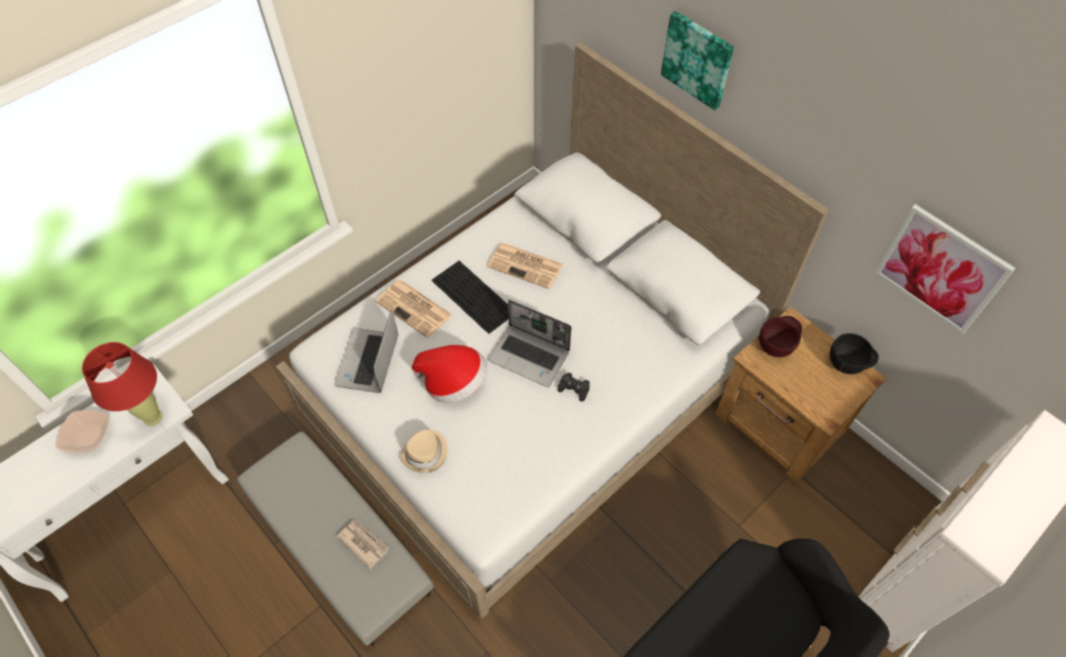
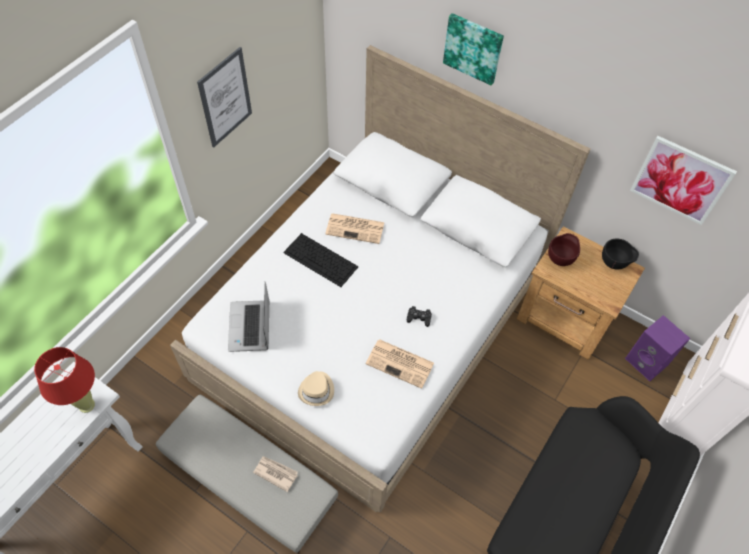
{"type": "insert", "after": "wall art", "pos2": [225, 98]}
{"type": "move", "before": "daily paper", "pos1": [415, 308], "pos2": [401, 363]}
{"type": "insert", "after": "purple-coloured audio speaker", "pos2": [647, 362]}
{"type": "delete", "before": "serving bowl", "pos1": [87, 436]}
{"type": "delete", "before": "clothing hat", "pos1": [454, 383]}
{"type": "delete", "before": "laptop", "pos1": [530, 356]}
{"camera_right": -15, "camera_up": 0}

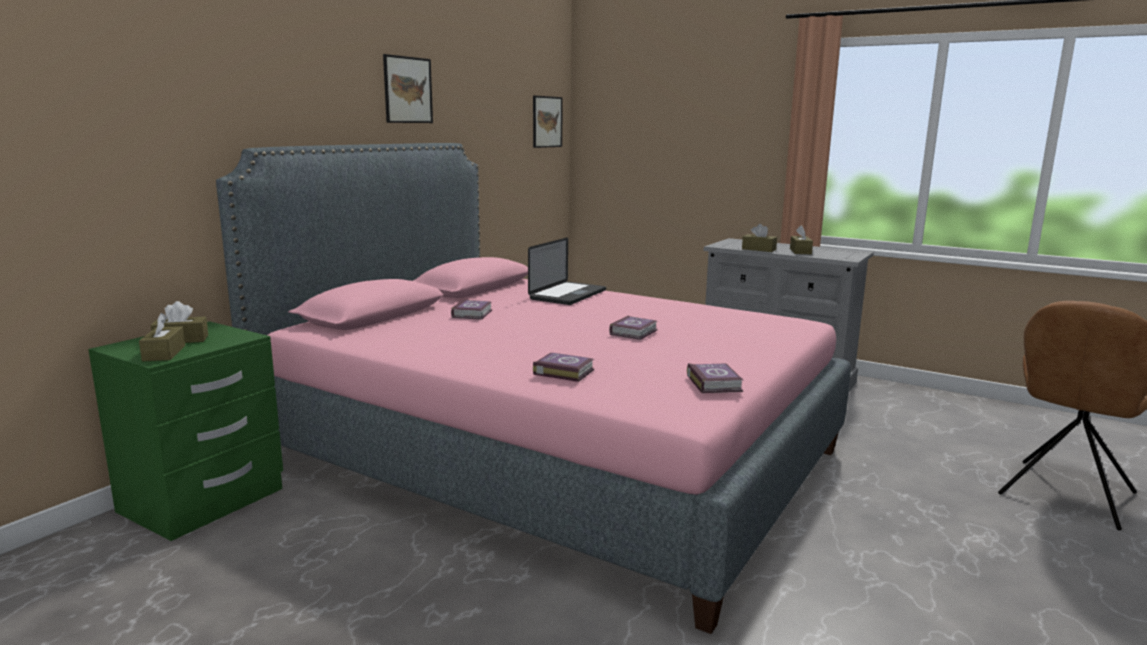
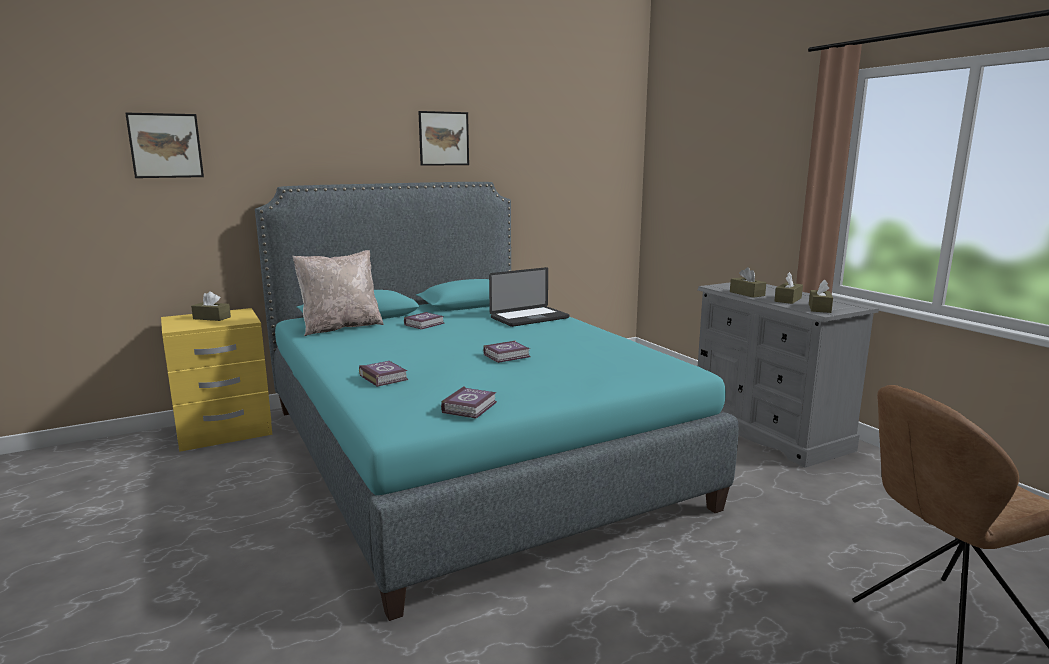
{"type": "move", "before": "wall art", "pos1": [547, 122], "pos2": [165, 145]}
{"type": "recolor", "before": "green-coloured nightstand", "after": "yellow-coloured nightstand", "pos1": [203, 501], "pos2": [224, 432]}
{"type": "recolor", "before": "pink-coloured bedroom bed", "after": "turquoise-coloured bedroom bed", "pos1": [549, 456], "pos2": [466, 453]}
{"type": "insert", "after": "sand-coloured cushion", "pos2": [341, 327]}
{"type": "move", "before": "brown tissue holder", "pos1": [164, 353], "pos2": [819, 308]}
{"camera_right": 30, "camera_up": 0}

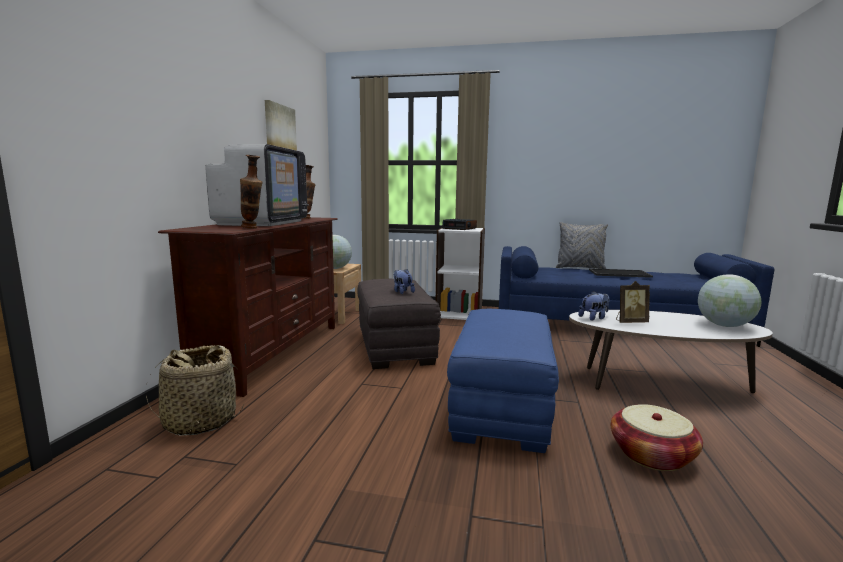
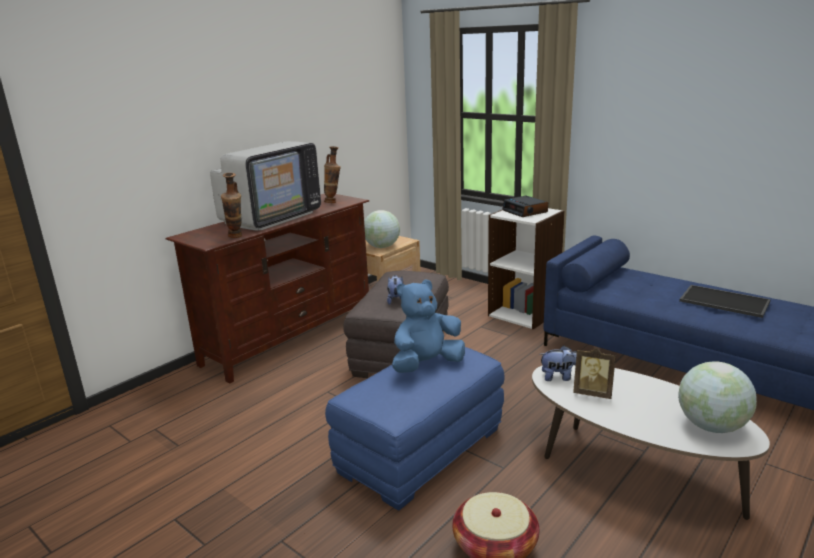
{"type": "insert", "after": "blue soft toy", "pos2": [426, 365]}
{"type": "delete", "before": "storage basket", "pos1": [200, 421]}
{"type": "delete", "before": "wall art", "pos1": [279, 132]}
{"type": "delete", "before": "gray cushion", "pos1": [580, 268]}
{"camera_right": 30, "camera_up": 10}

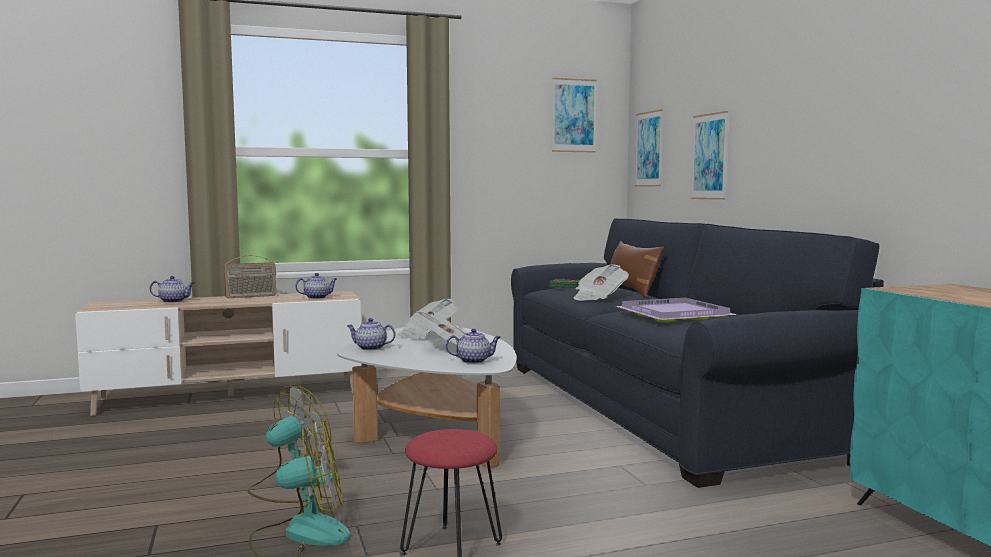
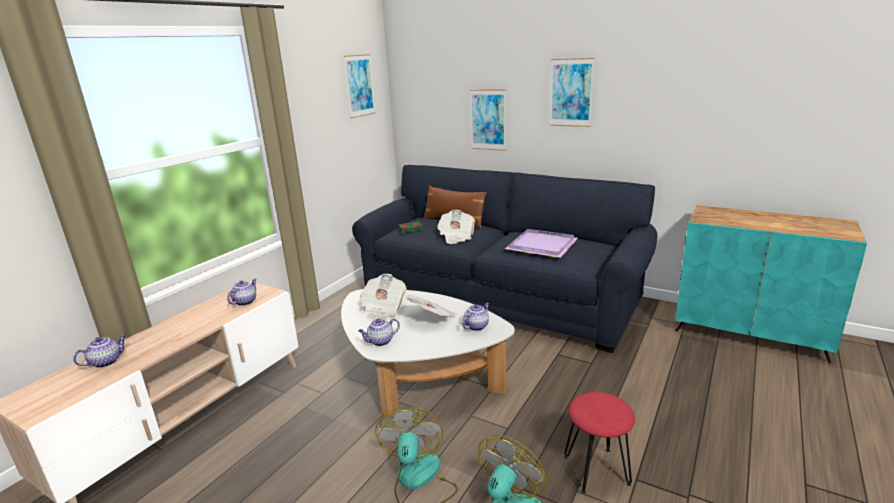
{"type": "move", "before": "wall art", "pos1": [649, 149], "pos2": [571, 92]}
{"type": "delete", "before": "radio set", "pos1": [251, 296]}
{"camera_right": -40, "camera_up": 15}

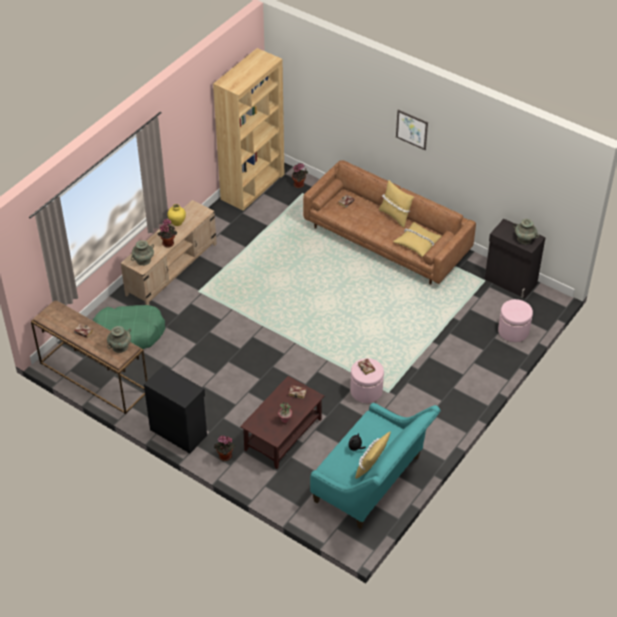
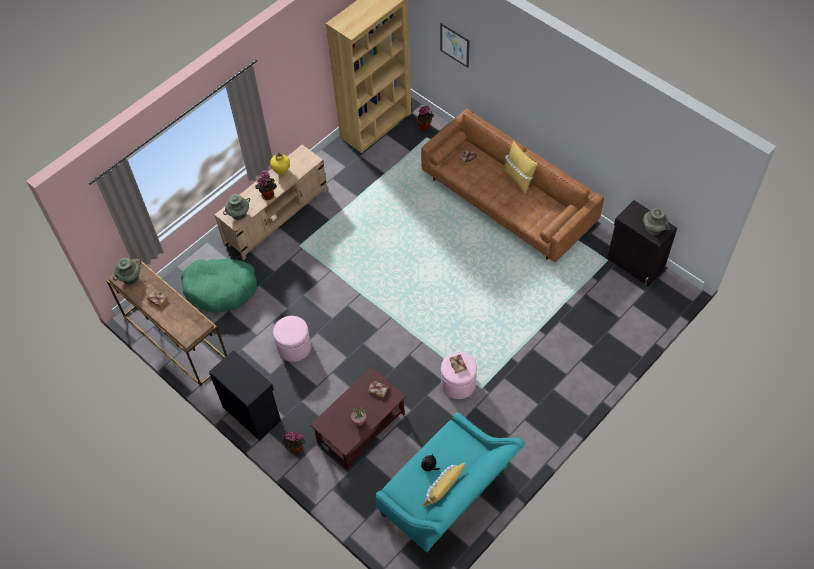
{"type": "move", "before": "turquoise-coloured vase", "pos1": [120, 346], "pos2": [130, 277]}
{"type": "move", "before": "pink-coloured ottoman", "pos1": [513, 331], "pos2": [294, 347]}
{"type": "move", "before": "wall art", "pos1": [411, 129], "pos2": [454, 45]}
{"type": "delete", "before": "yellow-coloured cushion", "pos1": [418, 243]}
{"camera_right": 10, "camera_up": 10}

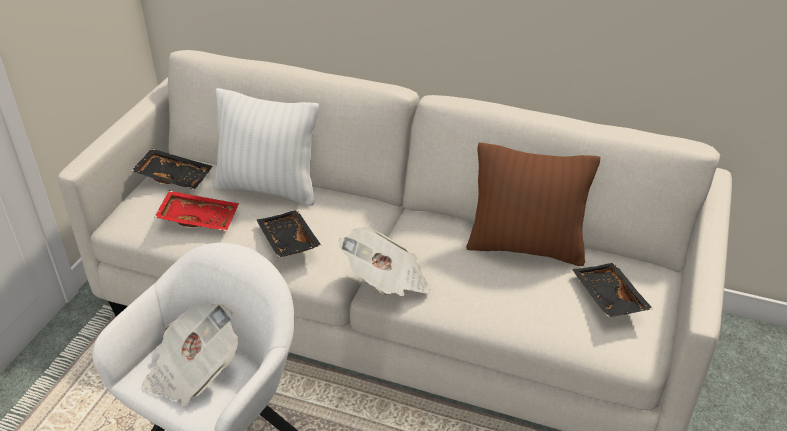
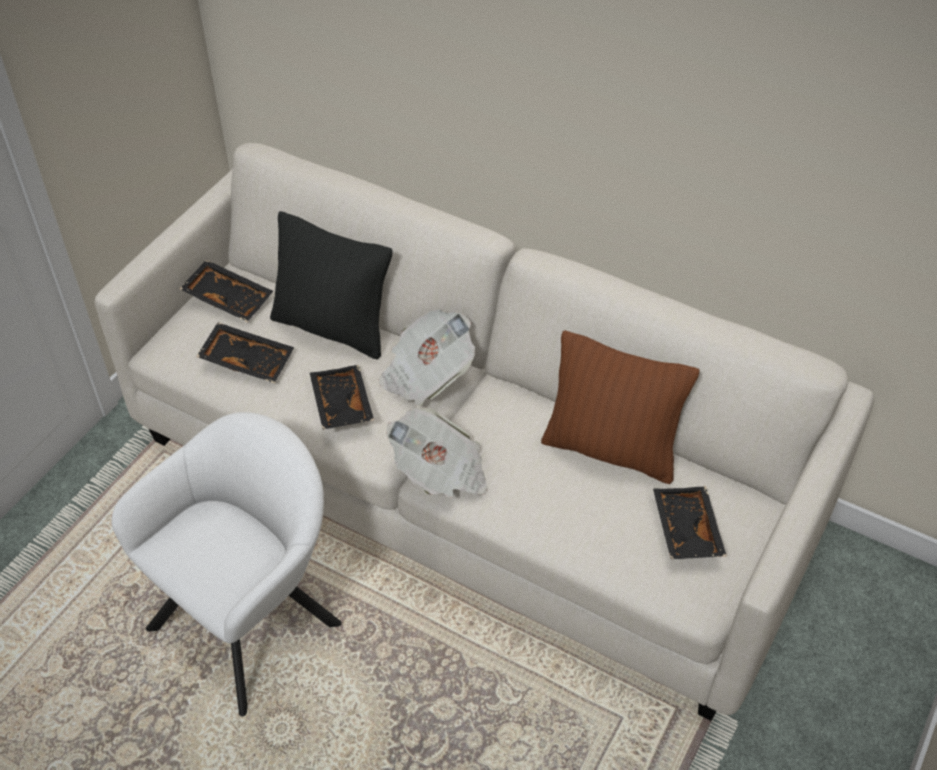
{"type": "recolor", "before": "red-coloured serving tray", "after": "blackish serving tray", "pos1": [199, 218], "pos2": [248, 359]}
{"type": "recolor", "before": "whitish cushion", "after": "blackish cushion", "pos1": [268, 188], "pos2": [333, 328]}
{"type": "move", "before": "daily paper", "pos1": [193, 370], "pos2": [426, 374]}
{"camera_right": 10, "camera_up": 10}

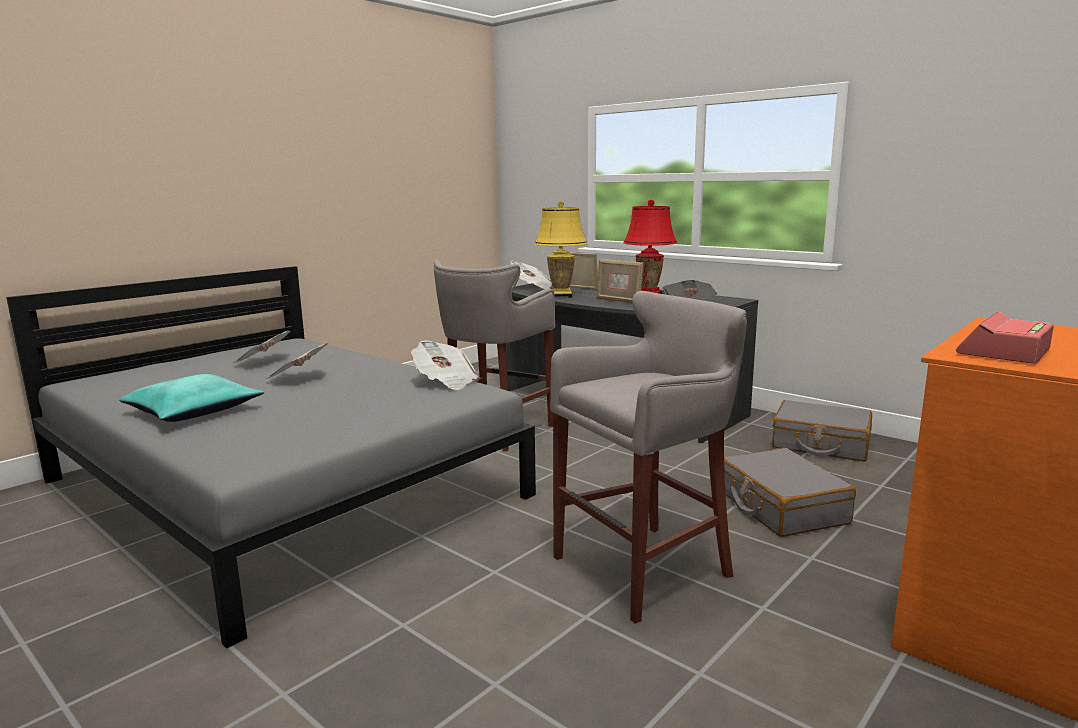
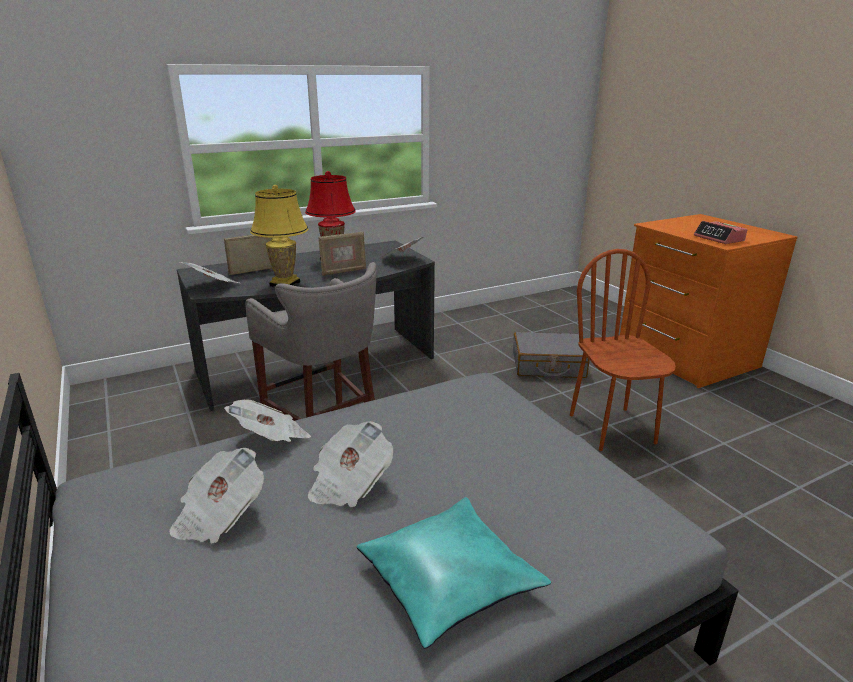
{"type": "move", "before": "daily paper", "pos1": [445, 382], "pos2": [271, 438]}
{"type": "replace", "before": "gray stool", "after": "brown upright chair", "pos1": [646, 567], "pos2": [612, 428]}
{"type": "delete", "before": "gray suitcase", "pos1": [820, 444]}
{"camera_right": -70, "camera_up": 10}

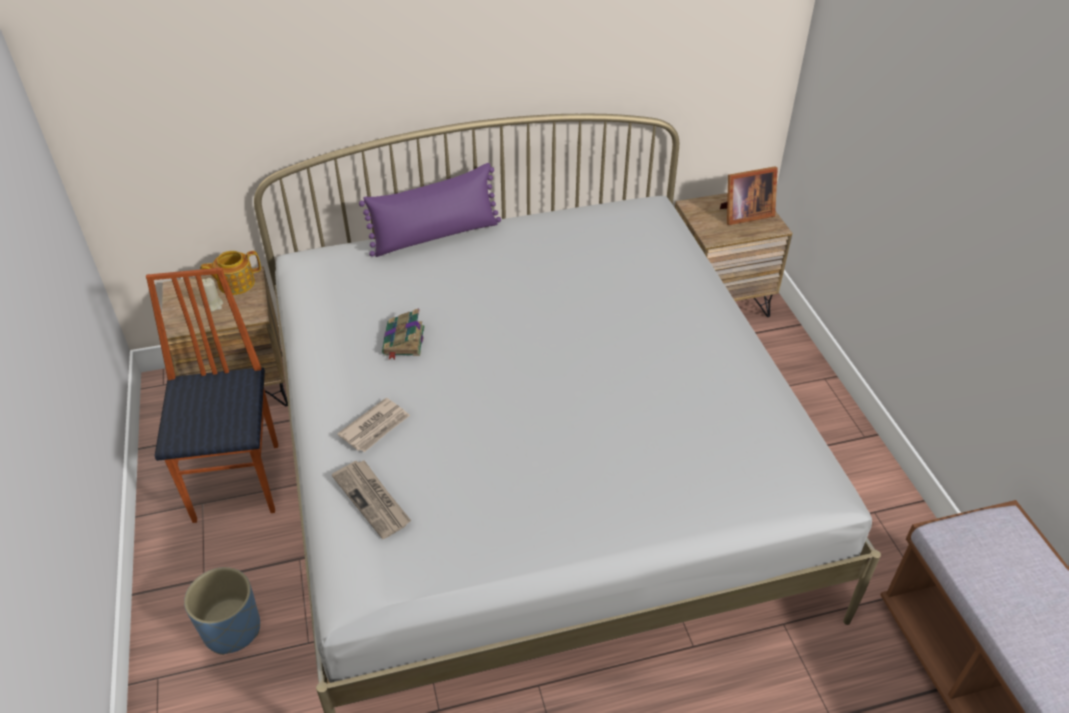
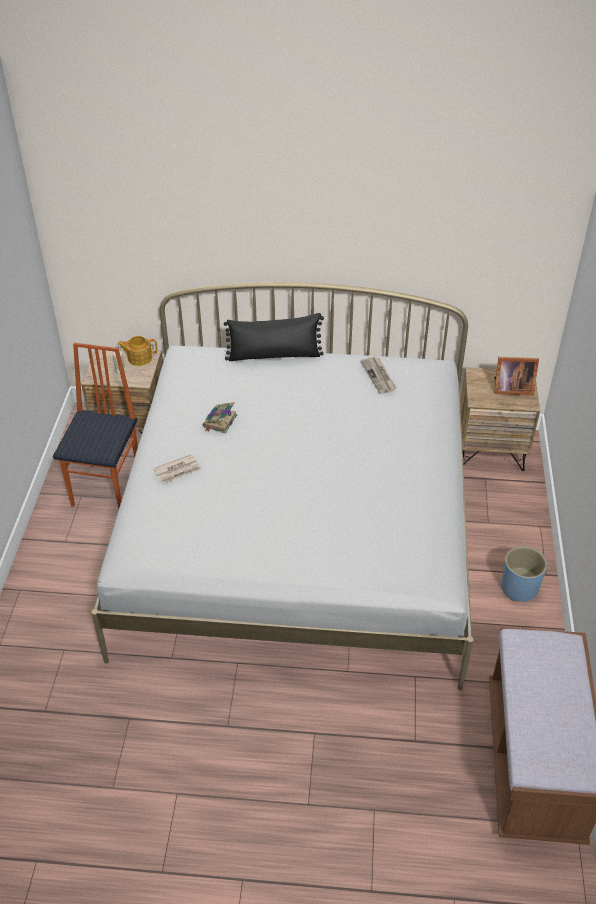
{"type": "recolor", "before": "purple-coloured cushion", "after": "blackish cushion", "pos1": [435, 236], "pos2": [274, 355]}
{"type": "move", "before": "daily paper", "pos1": [373, 500], "pos2": [379, 376]}
{"type": "move", "before": "blue plant pot", "pos1": [231, 630], "pos2": [519, 588]}
{"camera_right": 20, "camera_up": 0}

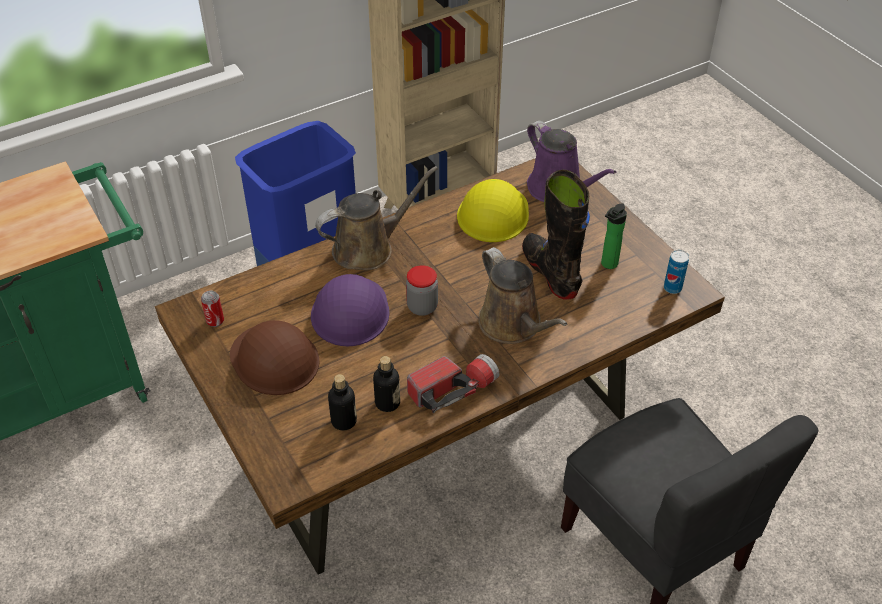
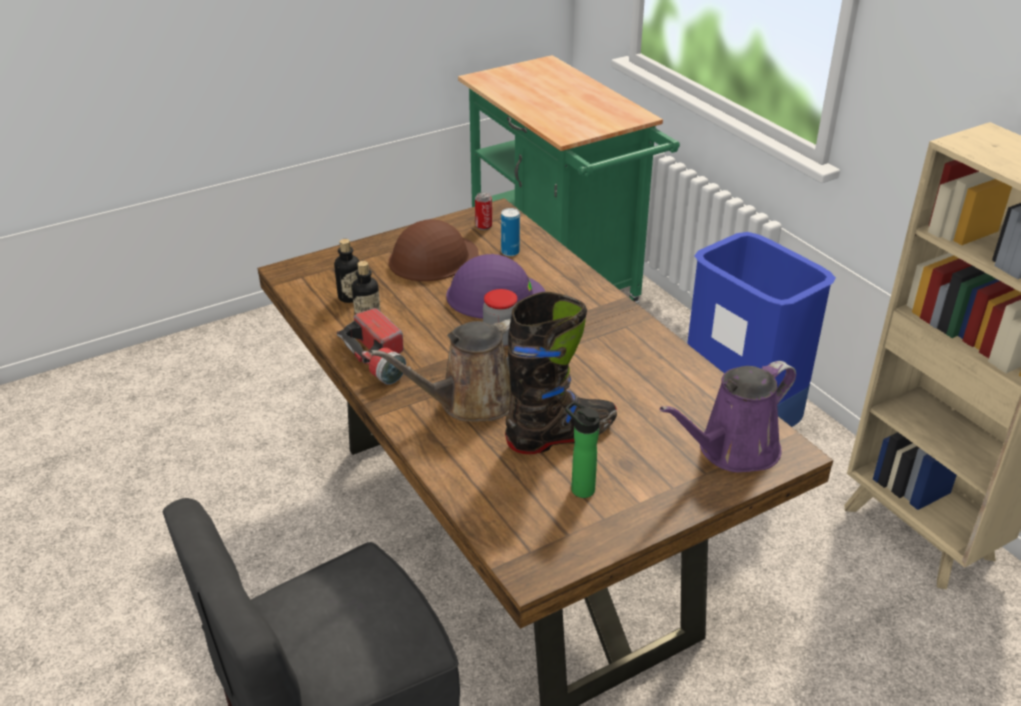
{"type": "move", "before": "metal can", "pos1": [672, 288], "pos2": [510, 252]}
{"type": "delete", "before": "brown watering pot", "pos1": [368, 248]}
{"type": "delete", "before": "yellow-coloured work helmet", "pos1": [493, 213]}
{"camera_right": 90, "camera_up": -10}

